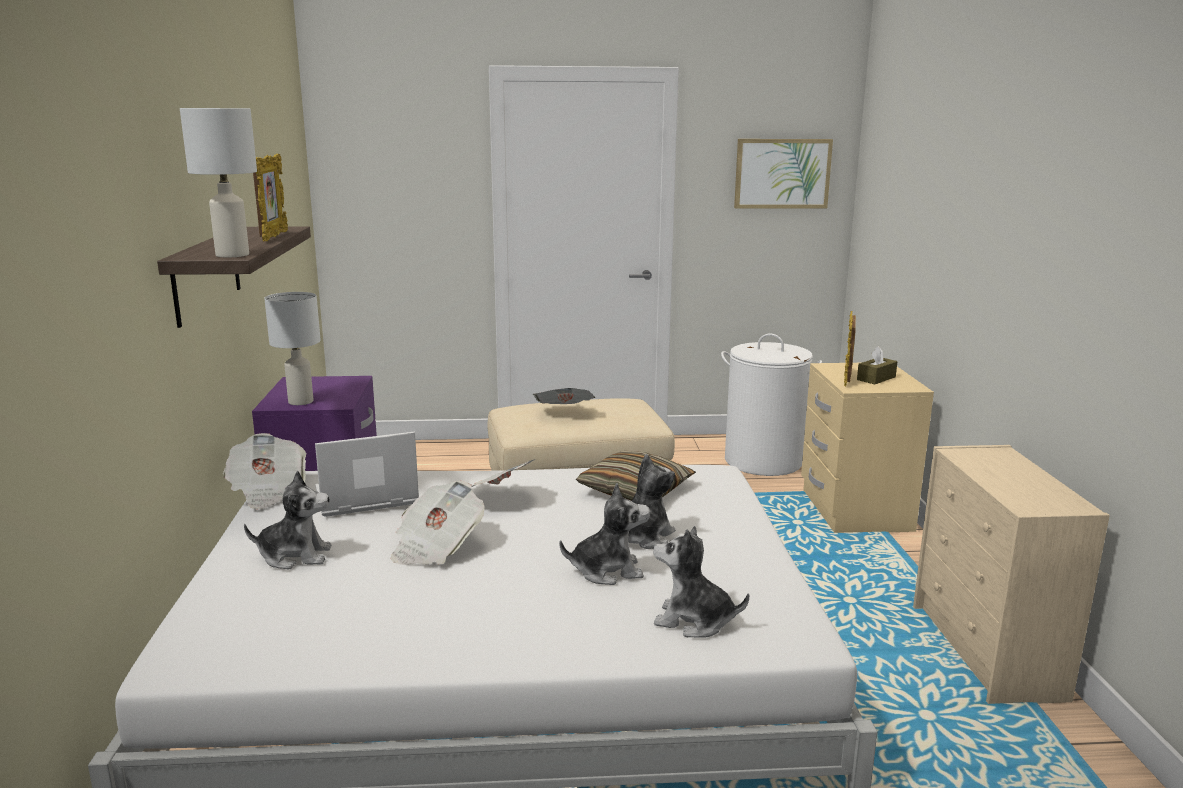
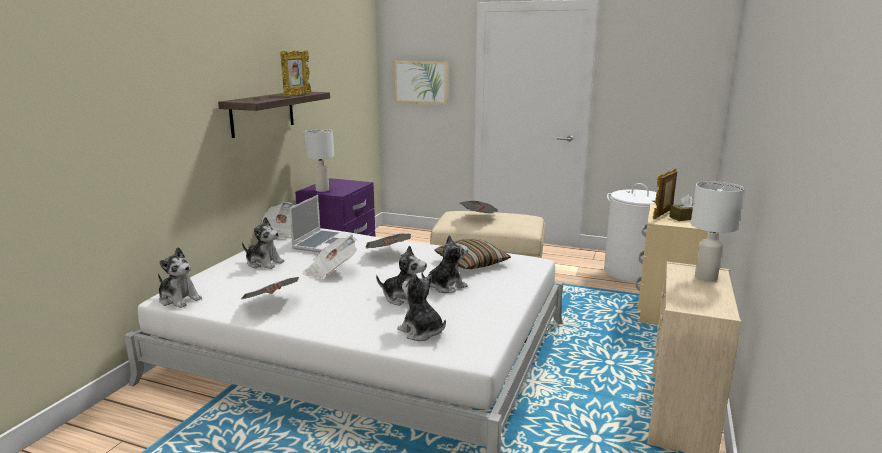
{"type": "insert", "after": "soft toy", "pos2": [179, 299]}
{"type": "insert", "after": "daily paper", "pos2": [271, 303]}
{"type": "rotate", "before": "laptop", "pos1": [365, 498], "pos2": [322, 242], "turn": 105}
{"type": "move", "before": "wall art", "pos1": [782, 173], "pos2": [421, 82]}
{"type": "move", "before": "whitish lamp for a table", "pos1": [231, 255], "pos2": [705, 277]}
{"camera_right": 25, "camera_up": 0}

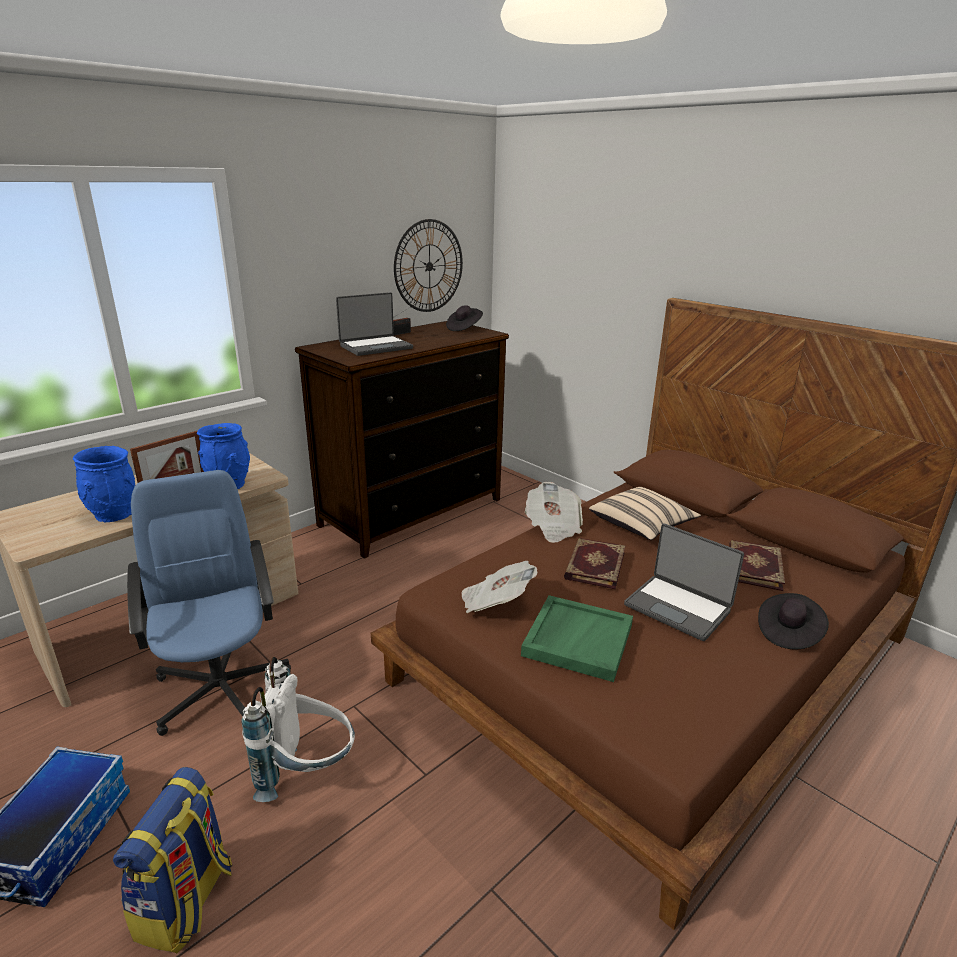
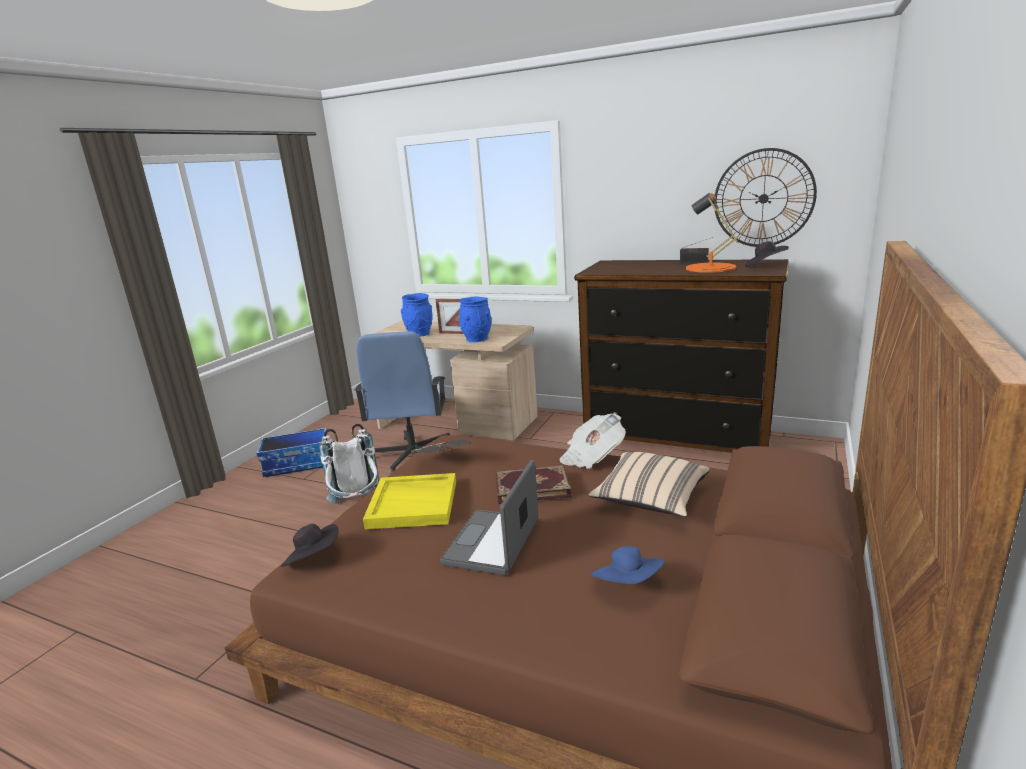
{"type": "move", "before": "blackish clothing hat", "pos1": [788, 632], "pos2": [313, 559]}
{"type": "rotate", "before": "blue office chair", "pos1": [221, 688], "pos2": [412, 456], "turn": 135}
{"type": "recolor", "before": "green-coloured serving tray", "after": "yellow-coloured serving tray", "pos1": [577, 639], "pos2": [414, 504]}
{"type": "replace", "before": "volume", "after": "blue clothing hat", "pos1": [753, 567], "pos2": [628, 585]}
{"type": "insert", "after": "orange lamp for a table", "pos2": [710, 268]}
{"type": "delete", "before": "rucksack", "pos1": [186, 903]}
{"type": "delete", "before": "laptop", "pos1": [375, 347]}
{"camera_right": 70, "camera_up": -5}

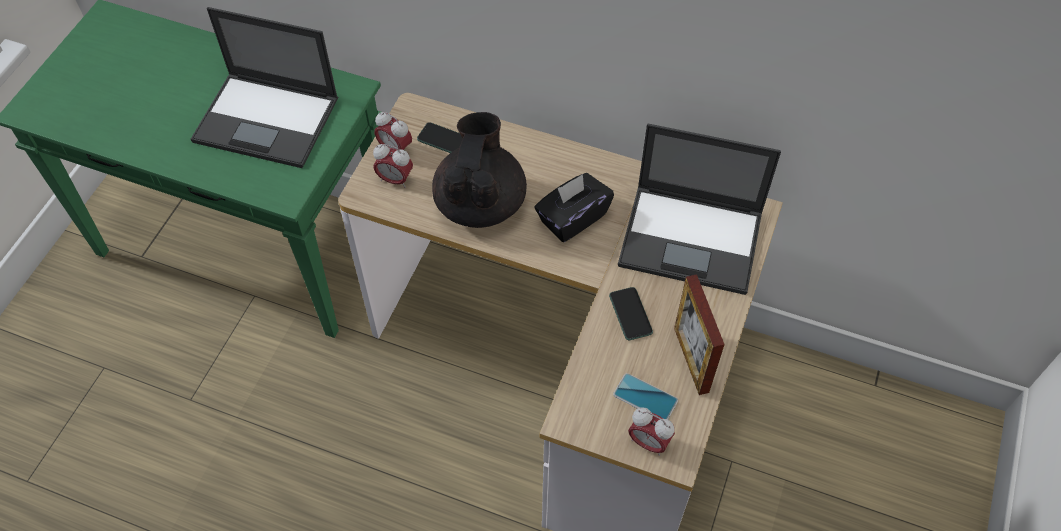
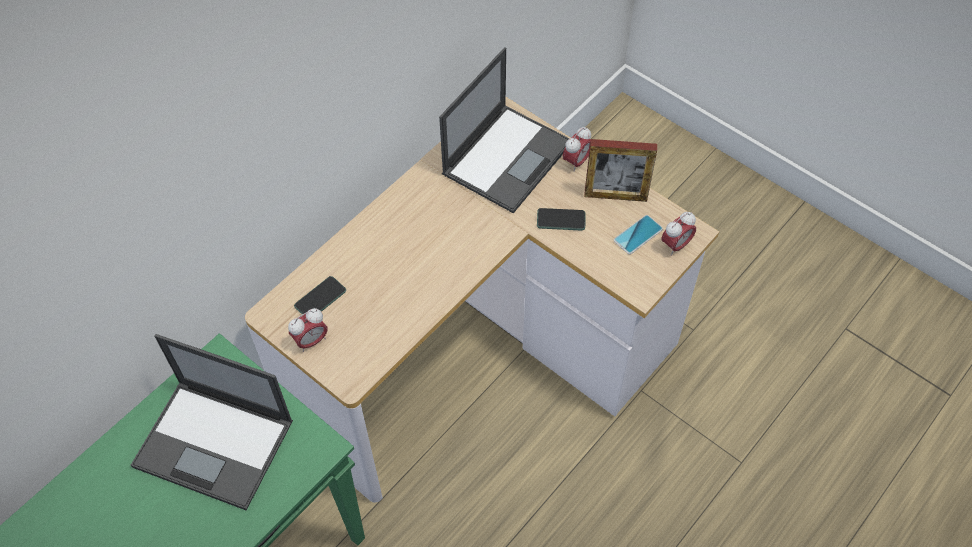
{"type": "rotate", "before": "laptop", "pos1": [268, 120], "pos2": [216, 444], "turn": 75}
{"type": "move", "before": "bedside clock", "pos1": [395, 180], "pos2": [576, 162]}
{"type": "delete", "before": "blackish tea pot", "pos1": [480, 202]}
{"type": "delete", "before": "blackish tissue holder", "pos1": [572, 218]}
{"camera_right": -70, "camera_up": 0}

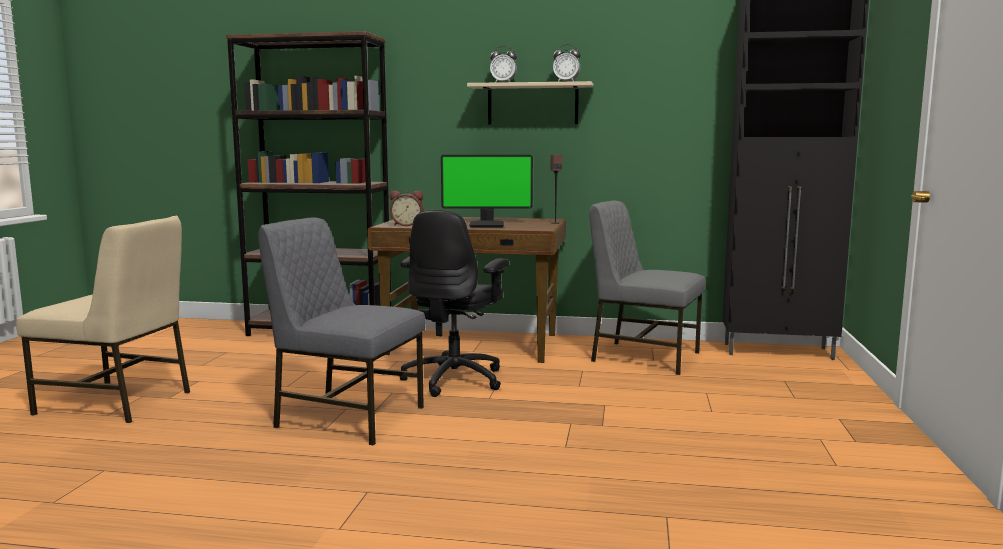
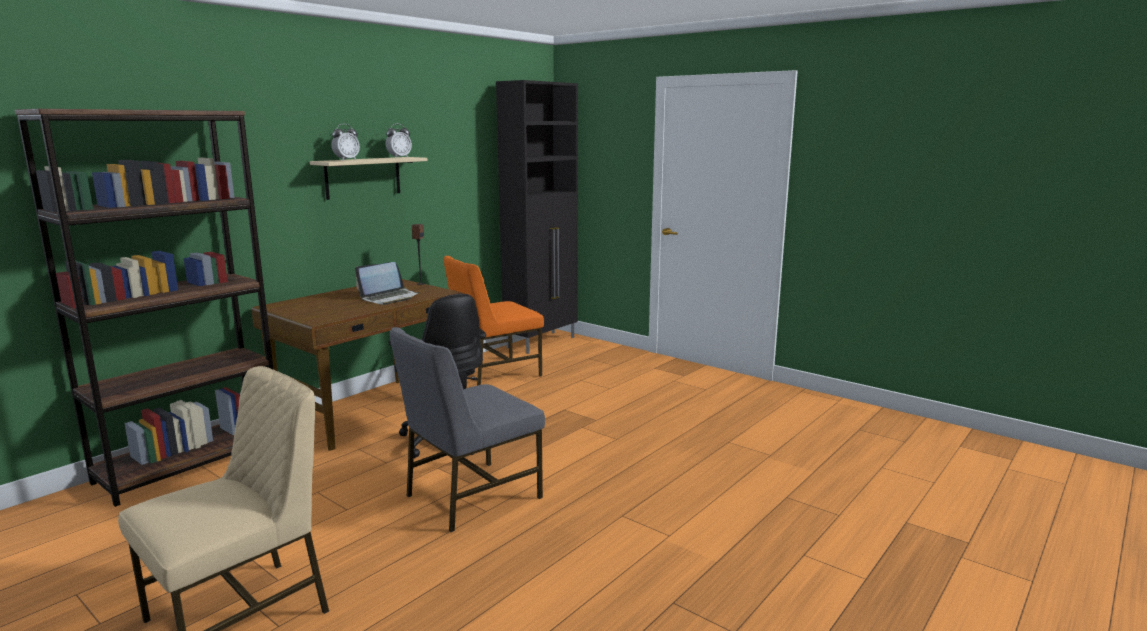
{"type": "replace", "before": "computer screen", "after": "laptop", "pos1": [487, 225], "pos2": [389, 298]}
{"type": "recolor", "before": "gray upright chair", "after": "orange upright chair", "pos1": [643, 357], "pos2": [494, 373]}
{"type": "delete", "before": "bedside clock", "pos1": [407, 225]}
{"camera_right": -60, "camera_up": 5}

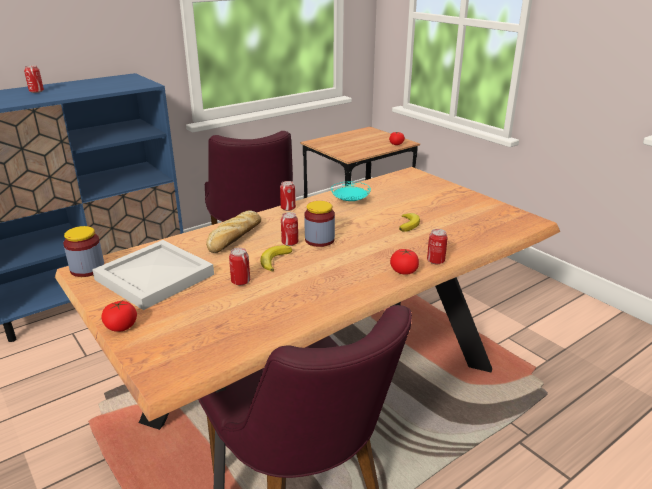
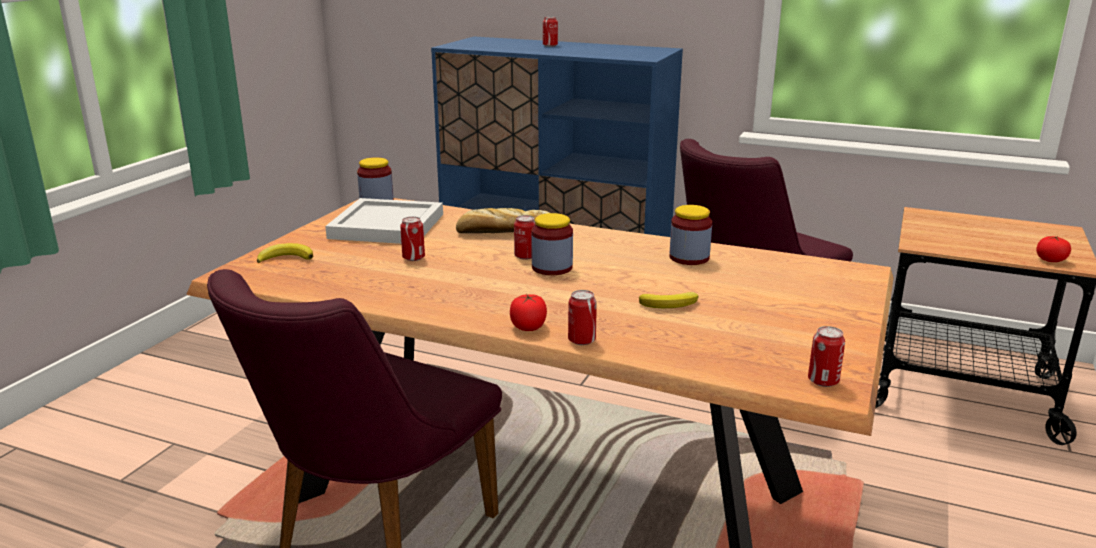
{"type": "move", "before": "banana", "pos1": [274, 260], "pos2": [286, 258]}
{"type": "replace", "before": "turquoise-coloured plate", "after": "storage jar", "pos1": [350, 201], "pos2": [689, 258]}
{"type": "move", "before": "metal can", "pos1": [288, 208], "pos2": [823, 381]}
{"type": "delete", "before": "fresh tomato", "pos1": [121, 327]}
{"camera_right": 60, "camera_up": -5}

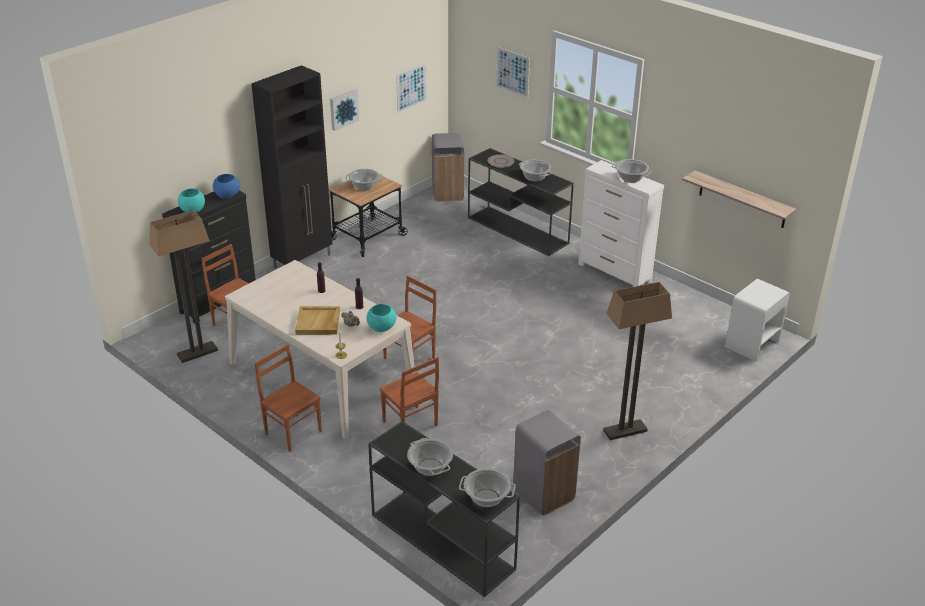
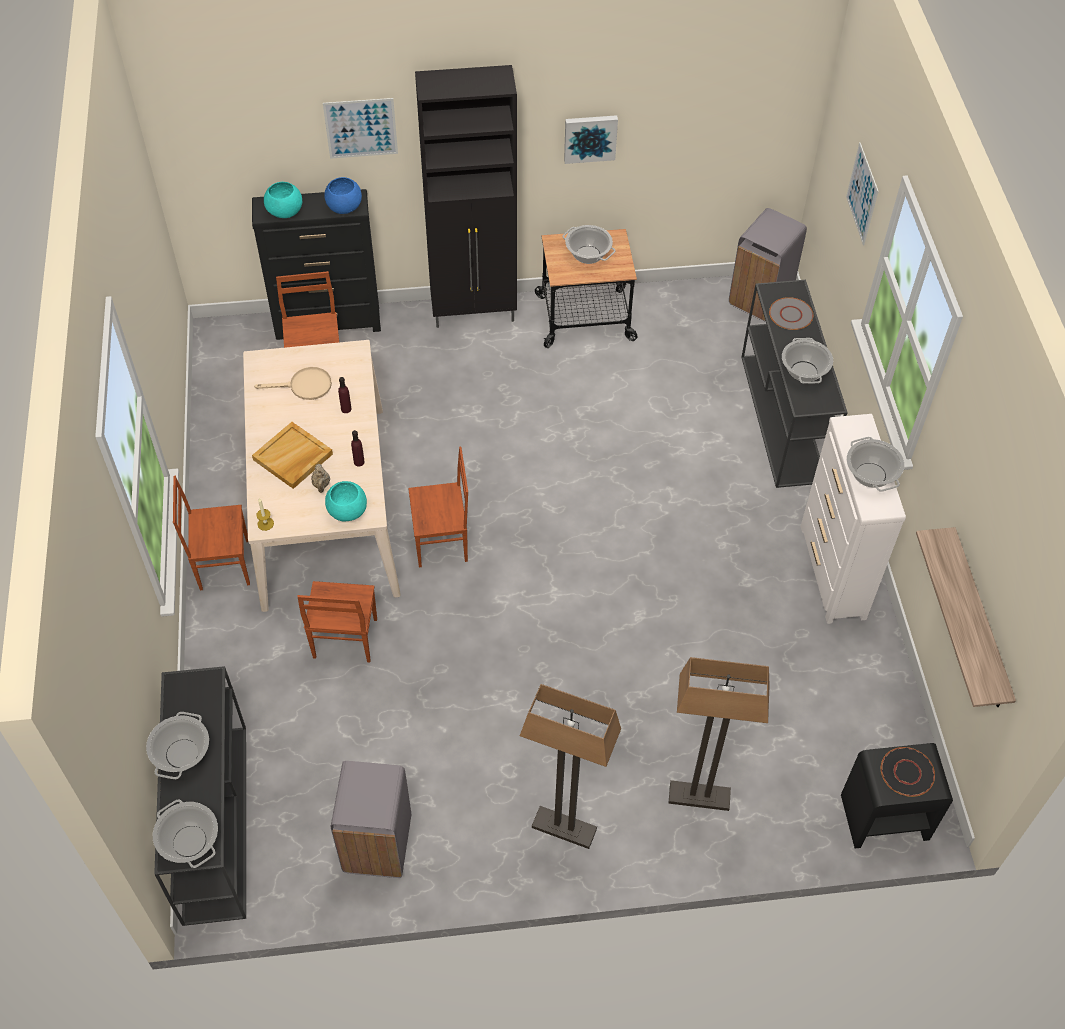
{"type": "rotate", "before": "brown upright chair", "pos1": [293, 432], "pos2": [223, 564], "turn": -90}
{"type": "insert", "after": "sand-coloured frying pan", "pos2": [304, 386]}
{"type": "move", "before": "wall art", "pos1": [411, 87], "pos2": [361, 128]}
{"type": "move", "before": "floor lamp", "pos1": [197, 353], "pos2": [699, 796]}
{"type": "recolor", "before": "whitish nightstand", "after": "blackish nightstand", "pos1": [752, 344], "pos2": [883, 817]}
{"type": "insert", "after": "blackish plate", "pos2": [907, 772]}
{"camera_right": 40, "camera_up": 20}

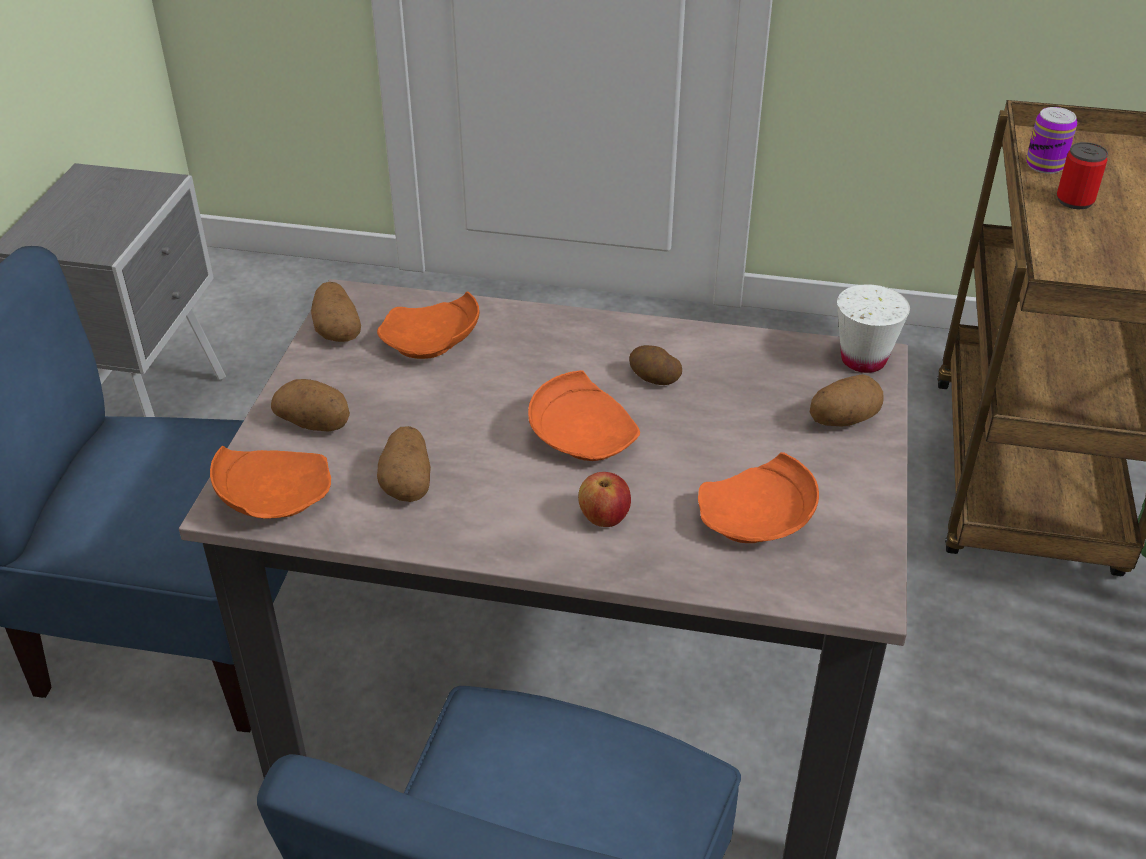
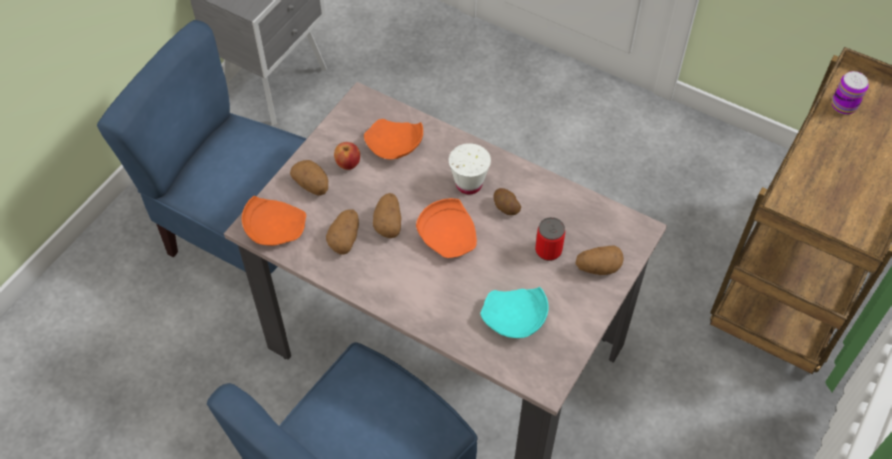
{"type": "move", "before": "whole apple", "pos1": [604, 518], "pos2": [348, 164]}
{"type": "move", "before": "potato", "pos1": [337, 330], "pos2": [388, 223]}
{"type": "move", "before": "whitish small cup", "pos1": [863, 360], "pos2": [469, 184]}
{"type": "recolor", "before": "orange plate", "after": "turquoise-coloured plate", "pos1": [757, 521], "pos2": [514, 319]}
{"type": "move", "before": "metal can", "pos1": [1074, 200], "pos2": [548, 250]}
{"camera_right": 20, "camera_up": 15}

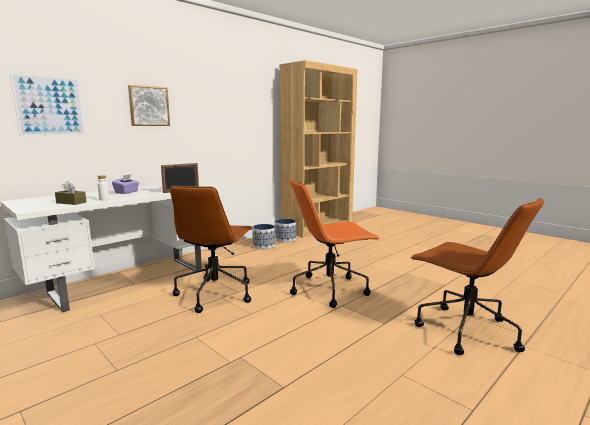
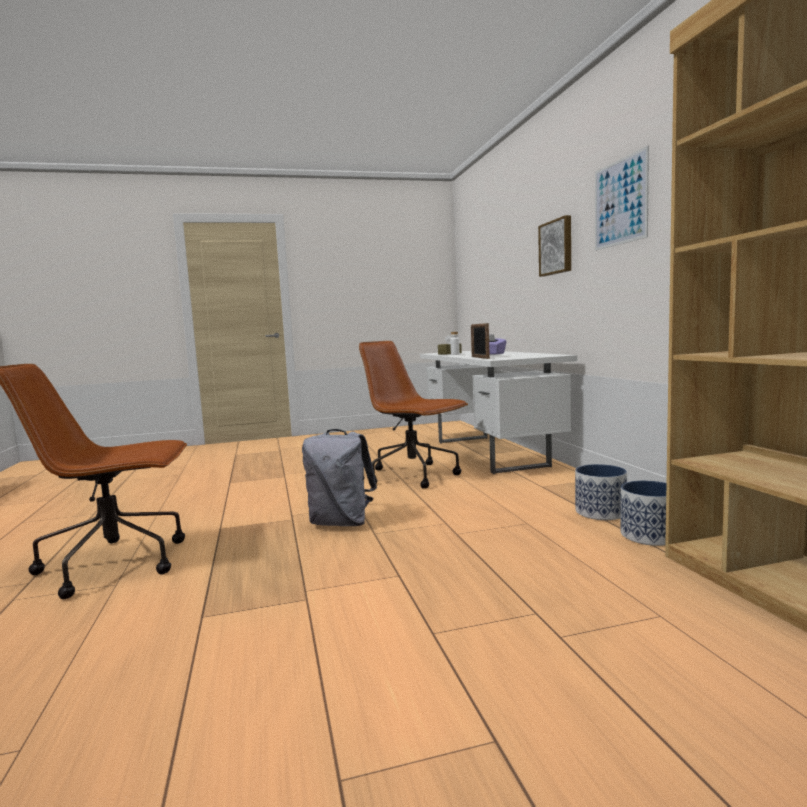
{"type": "replace", "before": "orange office chair", "after": "gray rucksack", "pos1": [330, 289], "pos2": [341, 523]}
{"type": "move", "before": "wall art", "pos1": [50, 106], "pos2": [620, 202]}
{"camera_right": 120, "camera_up": -5}

